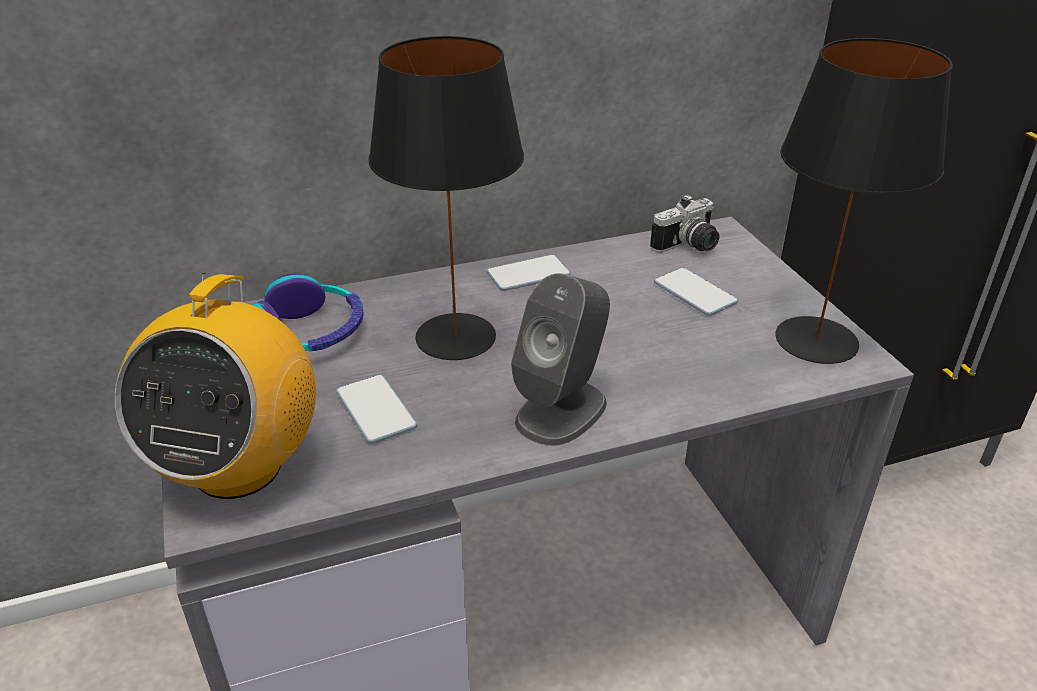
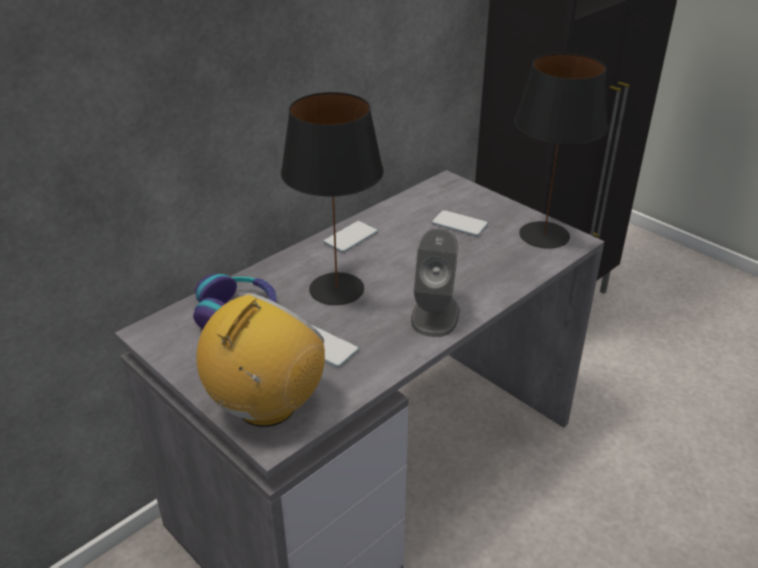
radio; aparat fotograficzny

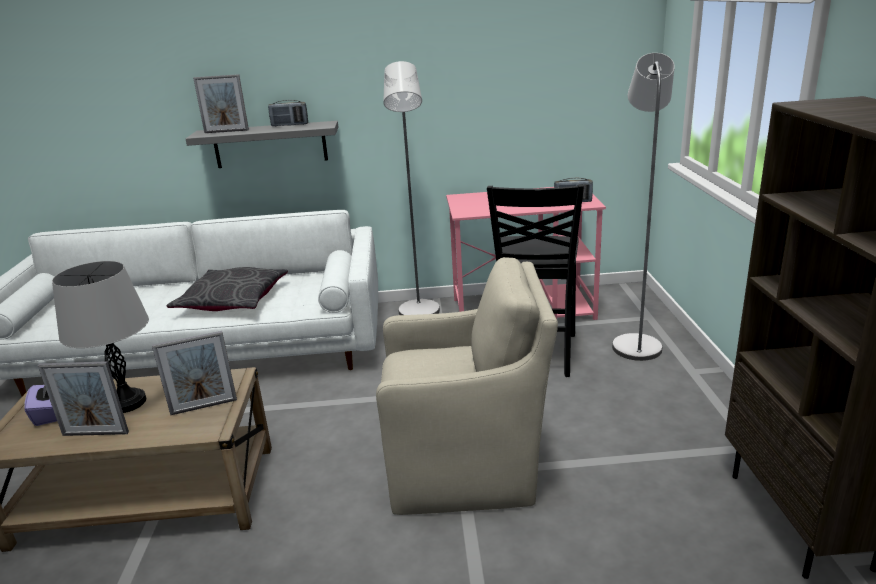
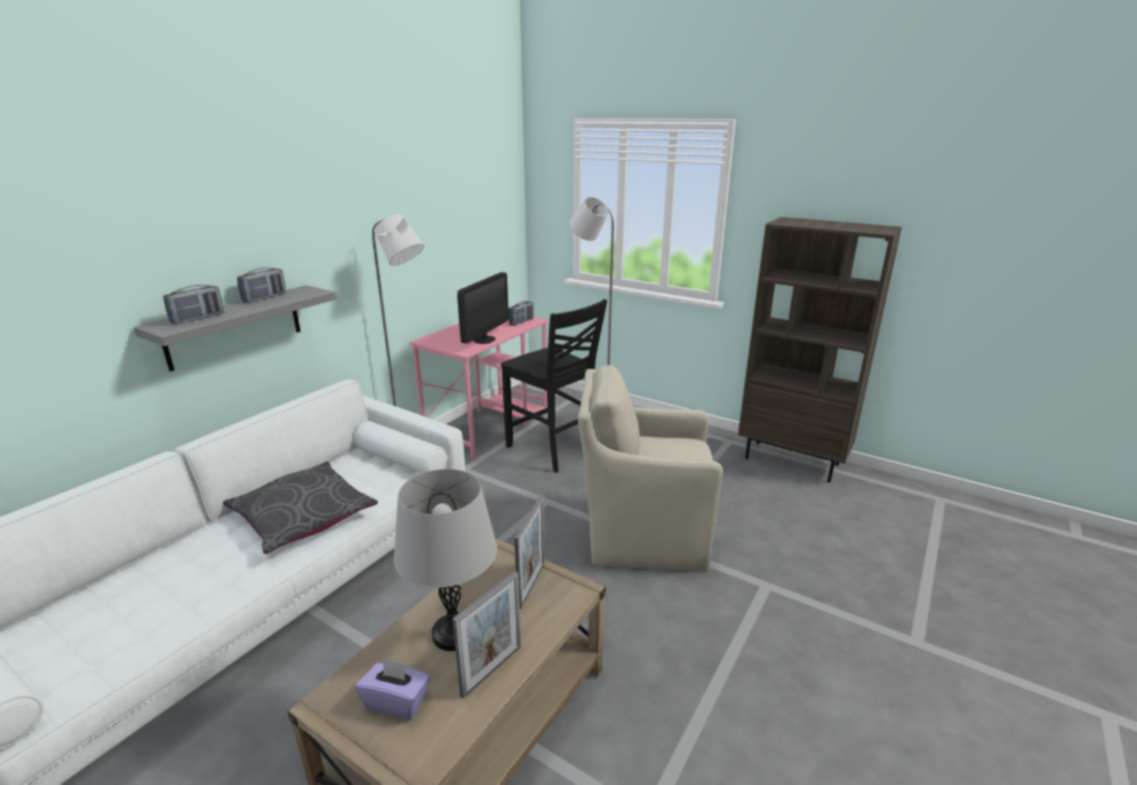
radio (no. 1 from left); fotel/beżowy; monitor

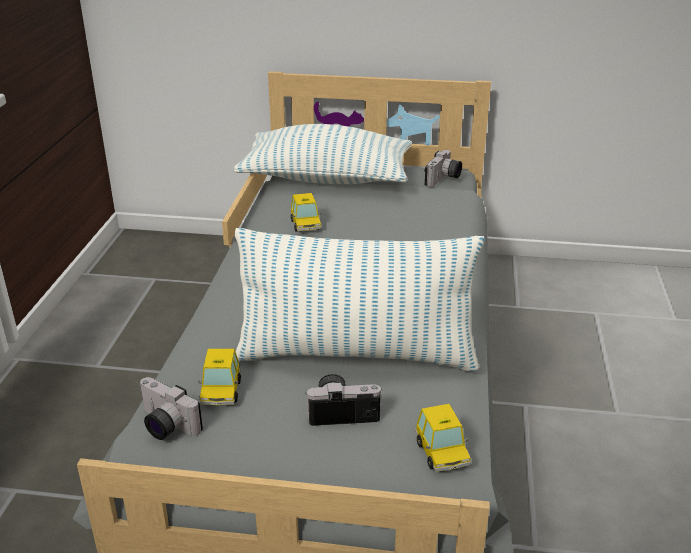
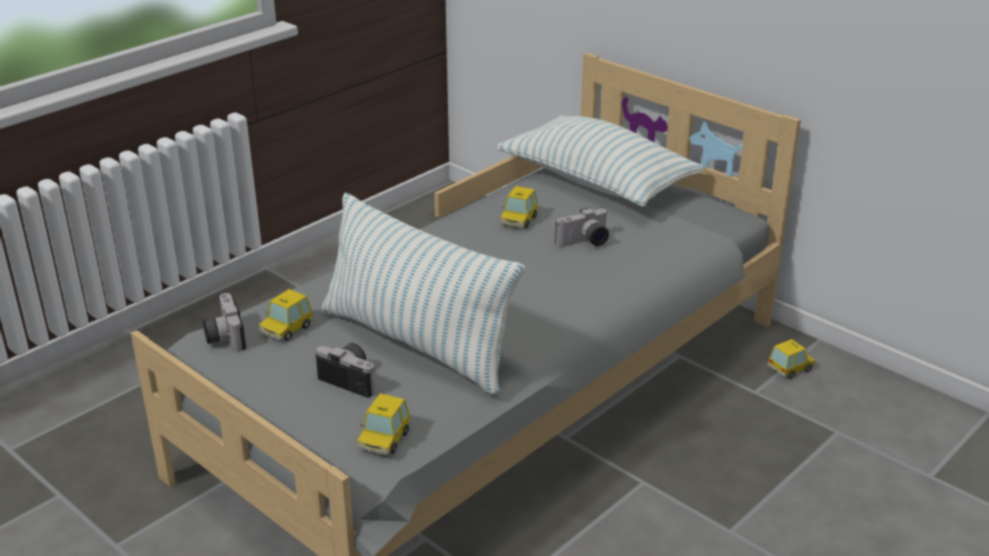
aparat fotograficzny (no. 3 from left); samochodzik (no. 4 from left)

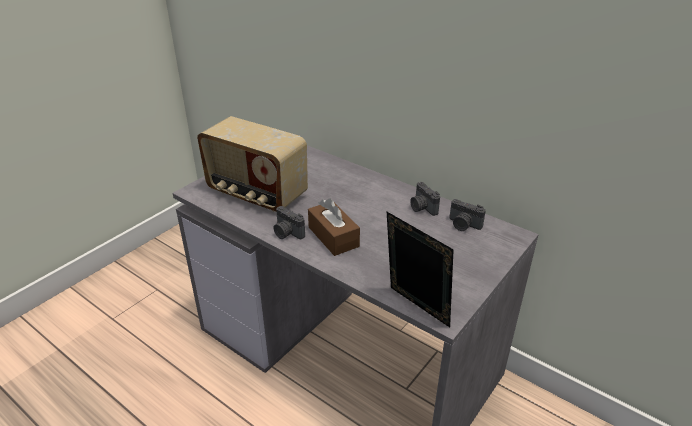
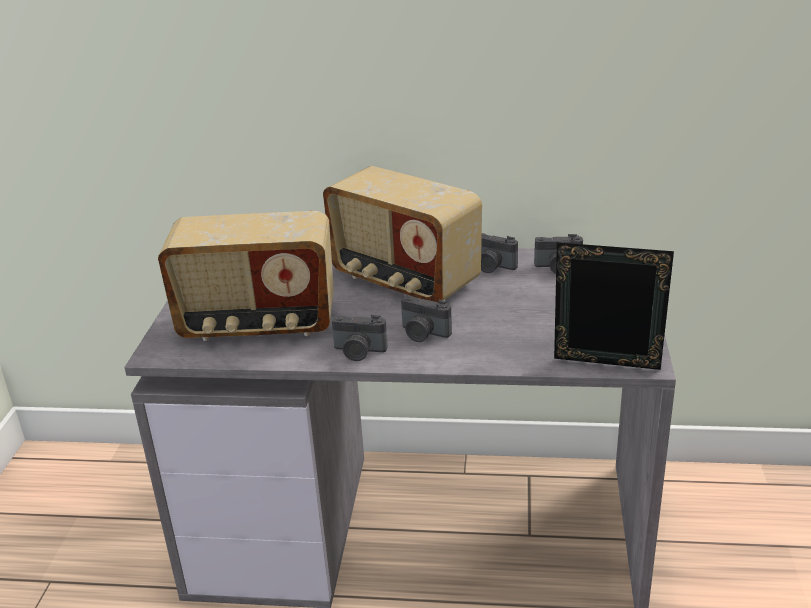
aparat fotograficzny (no. 2 from left); radio (no. 2 from left)

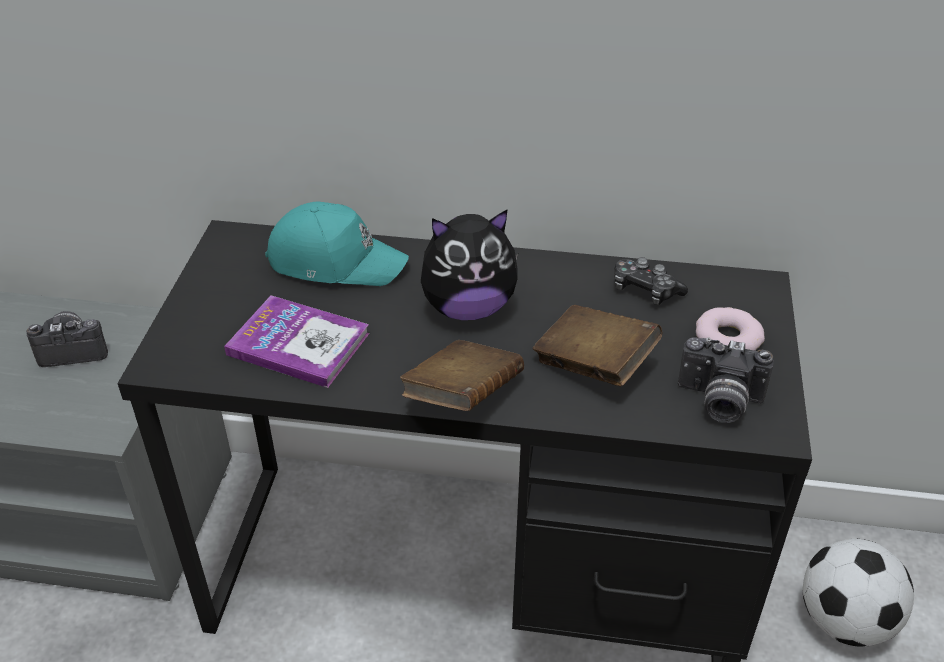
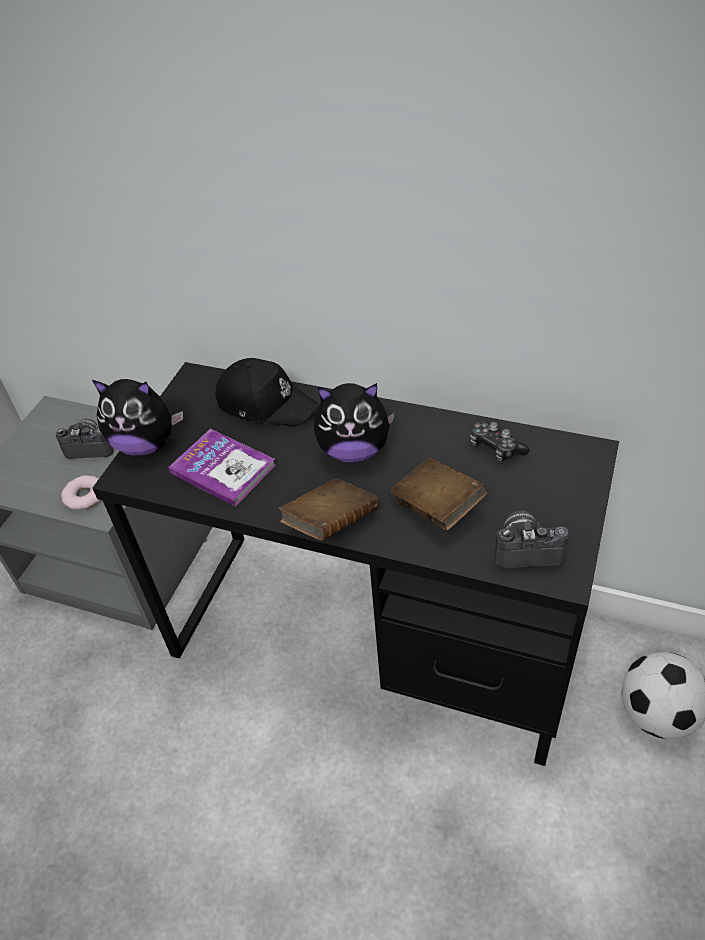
czapka z daszkiem/czarny; aparat fotograficzny (no. 2 from left); donut; pluszak (no. 1 from left)

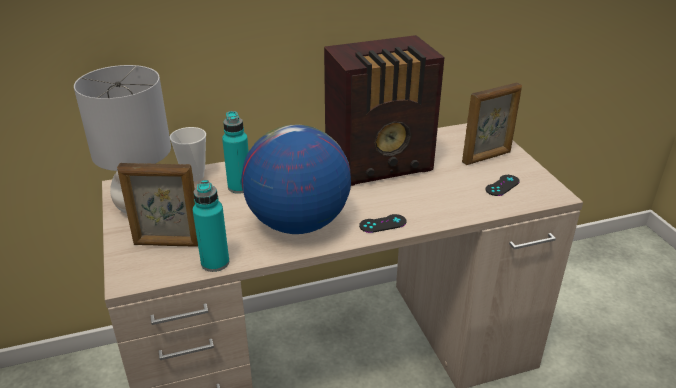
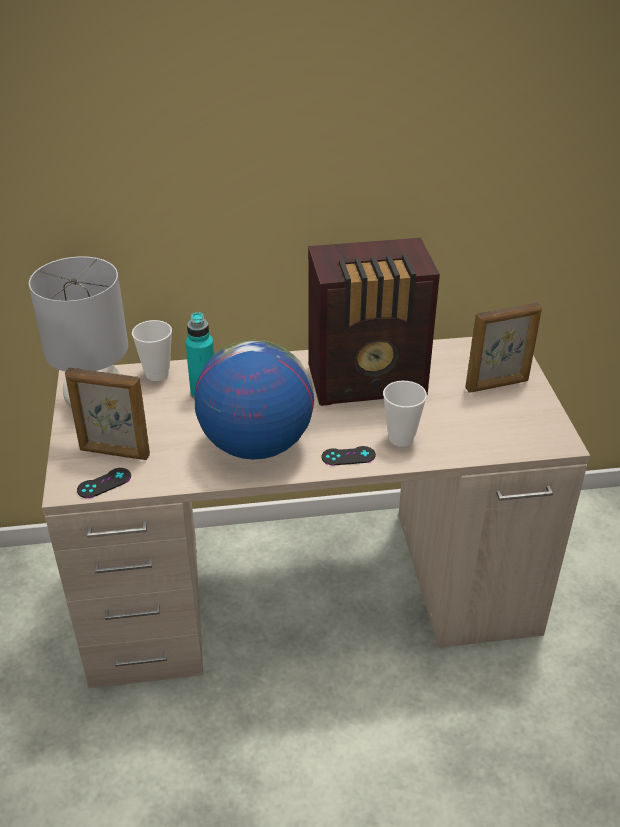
butelka/turkusowy (no. 1 from left in the first image); pad do gier/czarny (no. 1 from left); filiżanka (no. 2 from left)

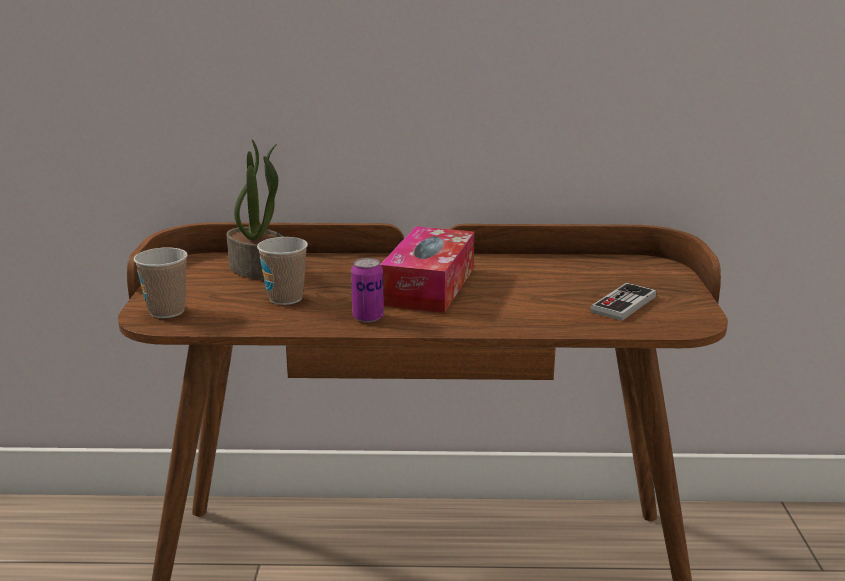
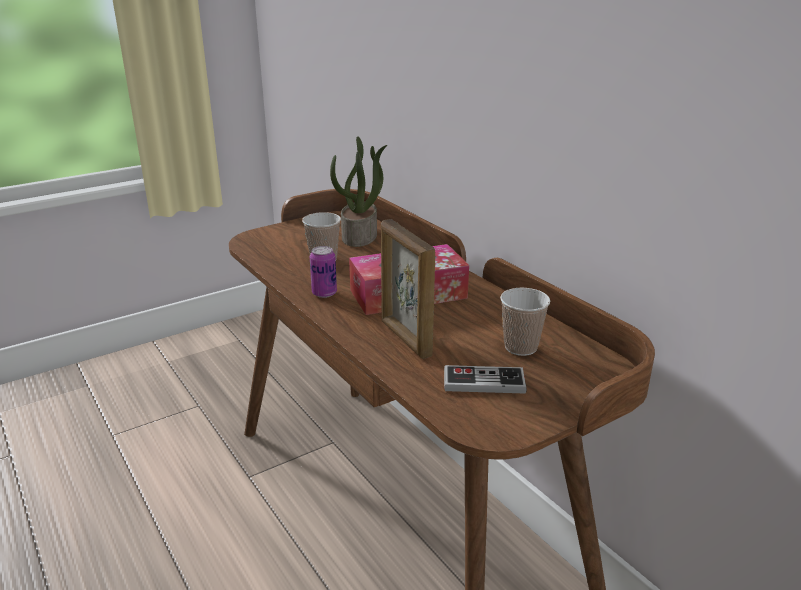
filiżanka (no. 2 from left); ramka na zdjęcie

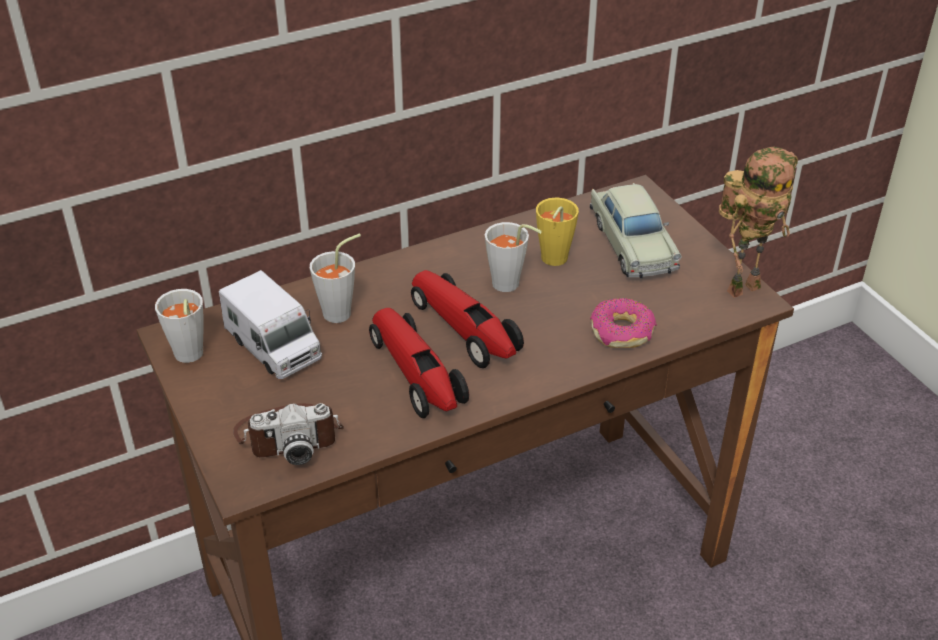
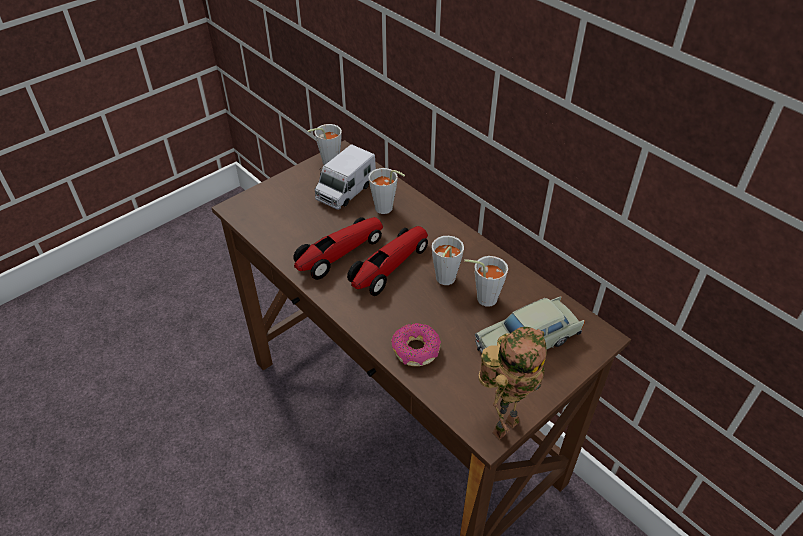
aparat fotograficzny; filiżanka/szary (no. 4 from left); robot zabawkowy

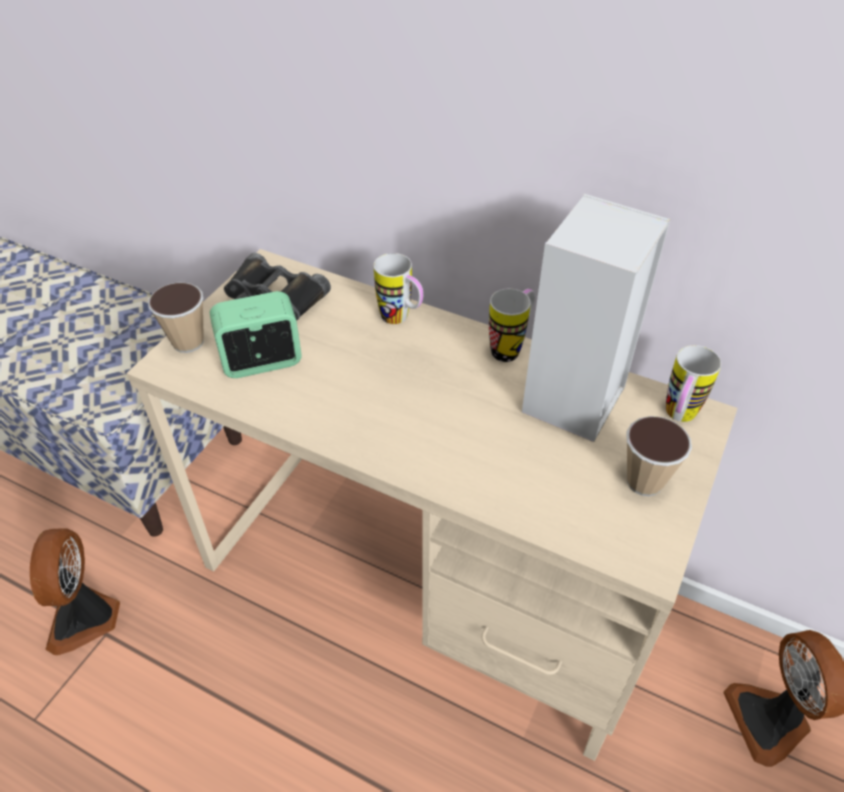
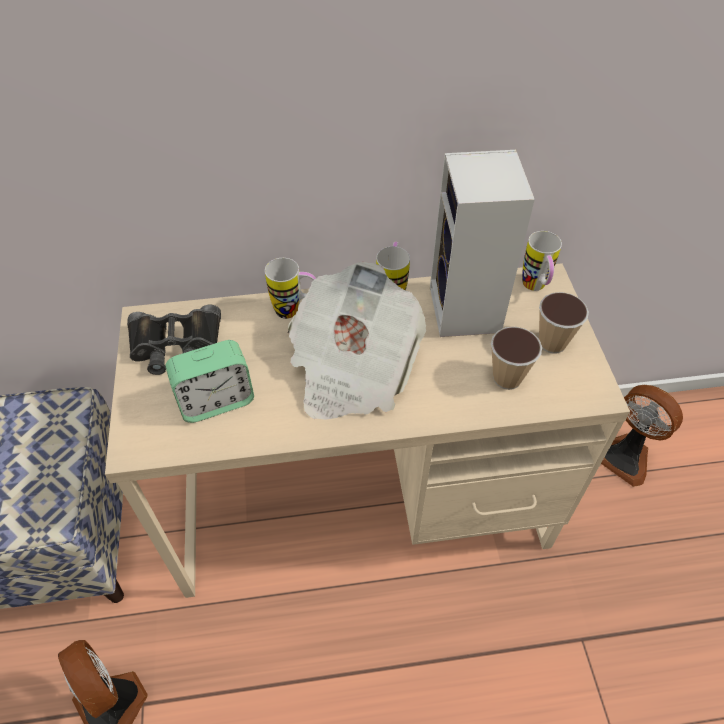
filiżanka (no. 1 from left); budzik; gazeta

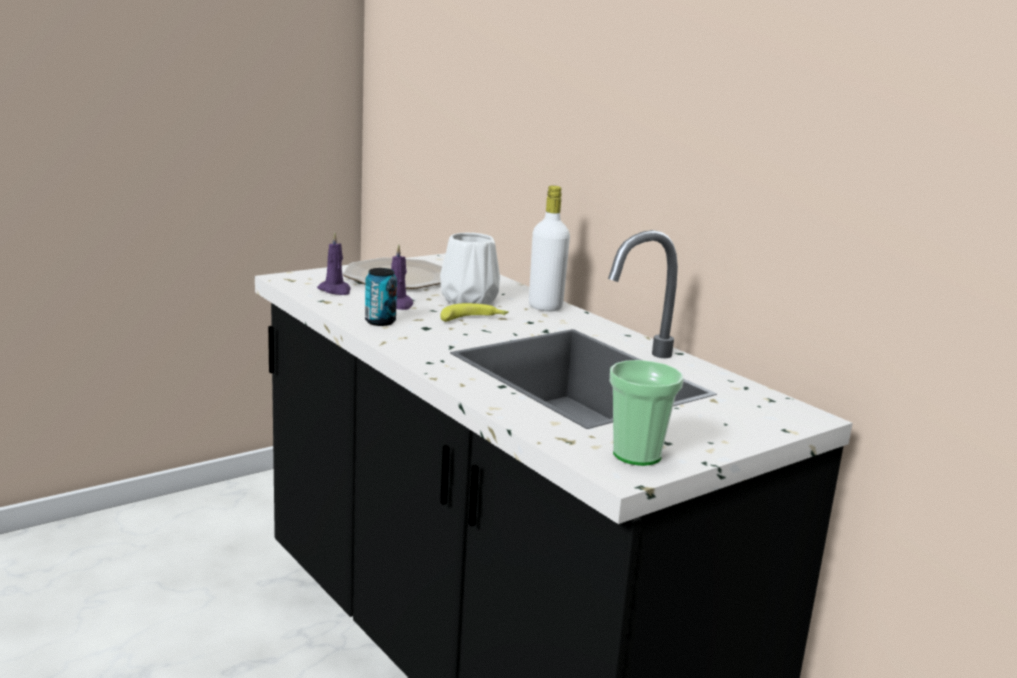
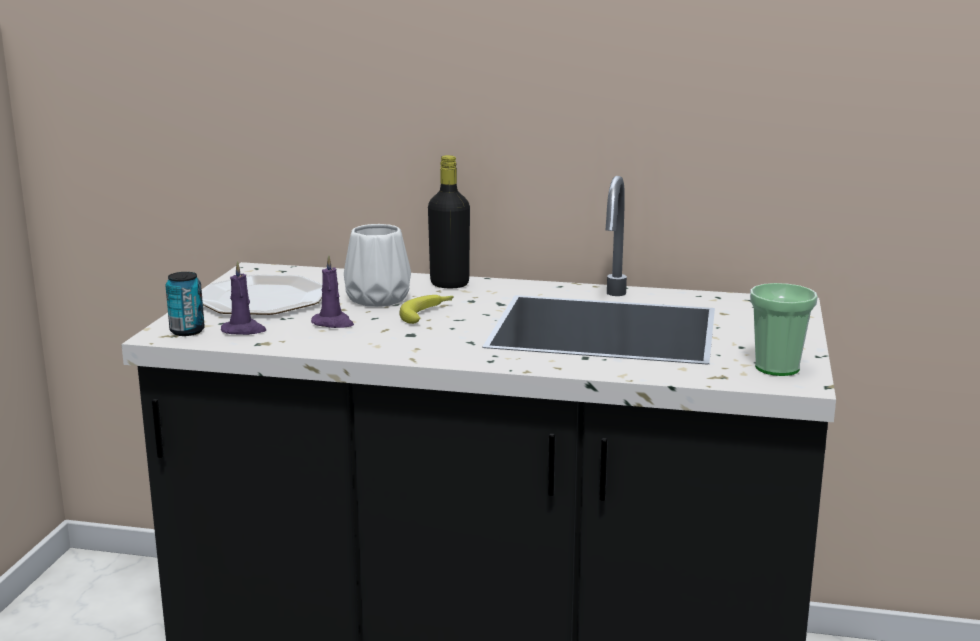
puszka; butelka/czarny

